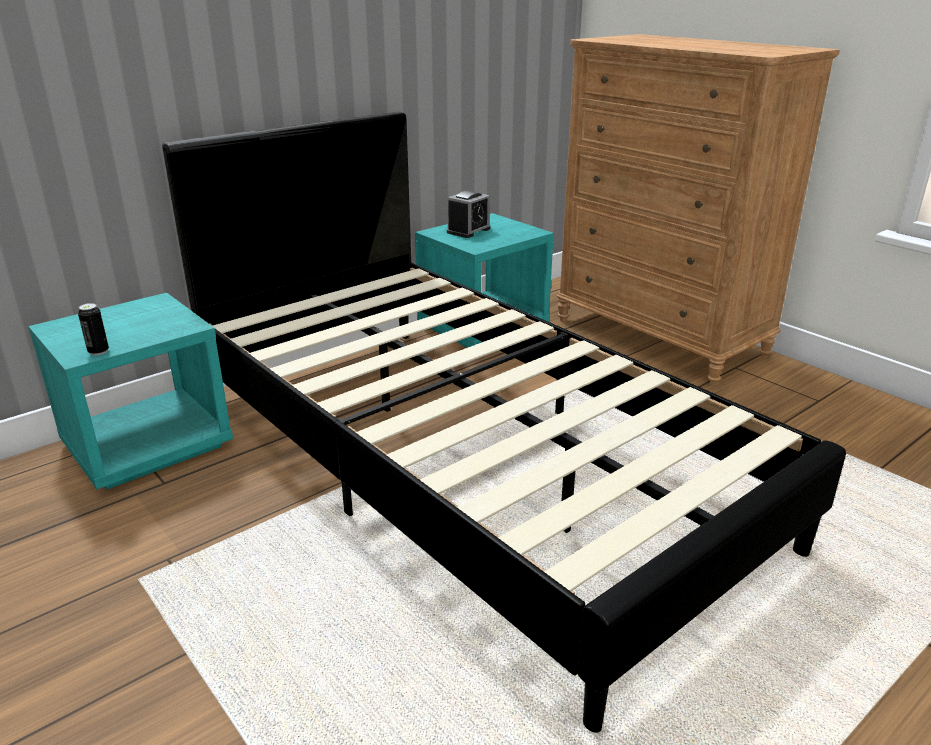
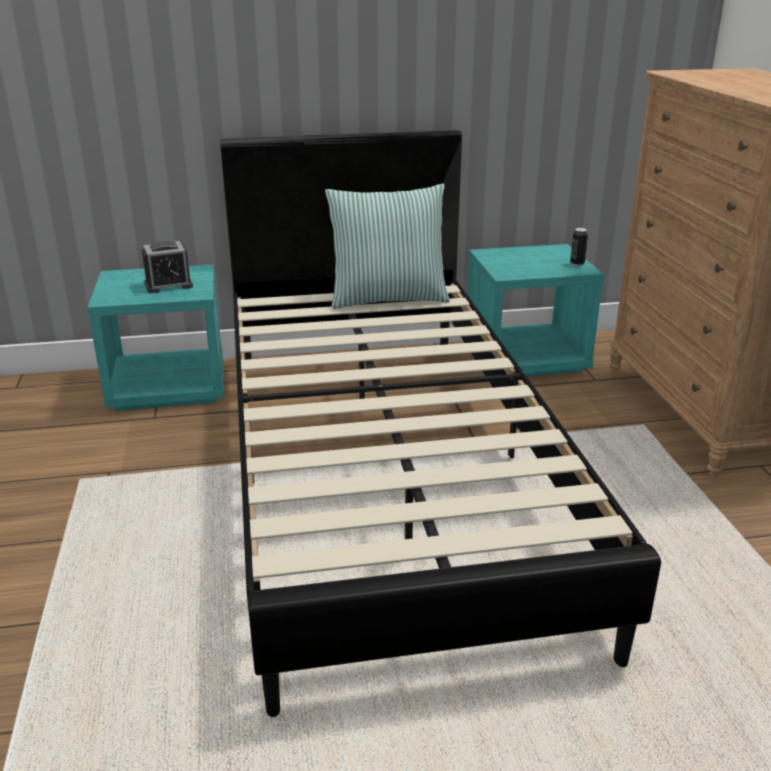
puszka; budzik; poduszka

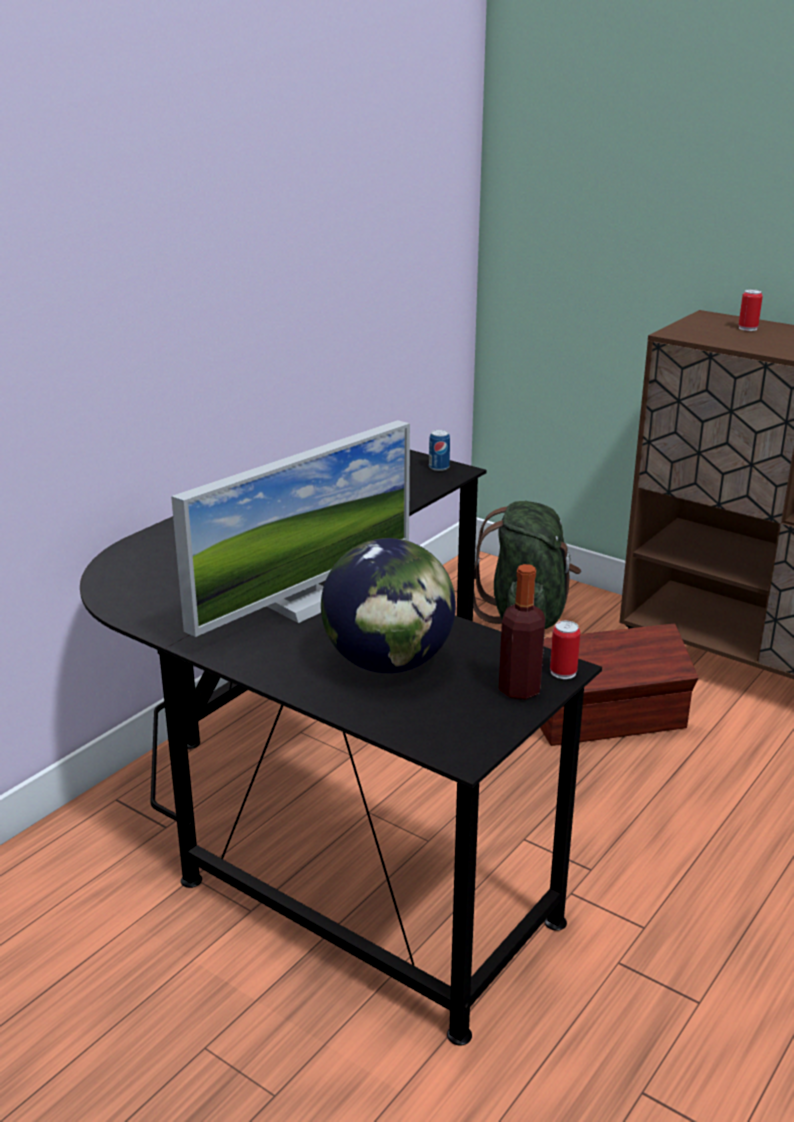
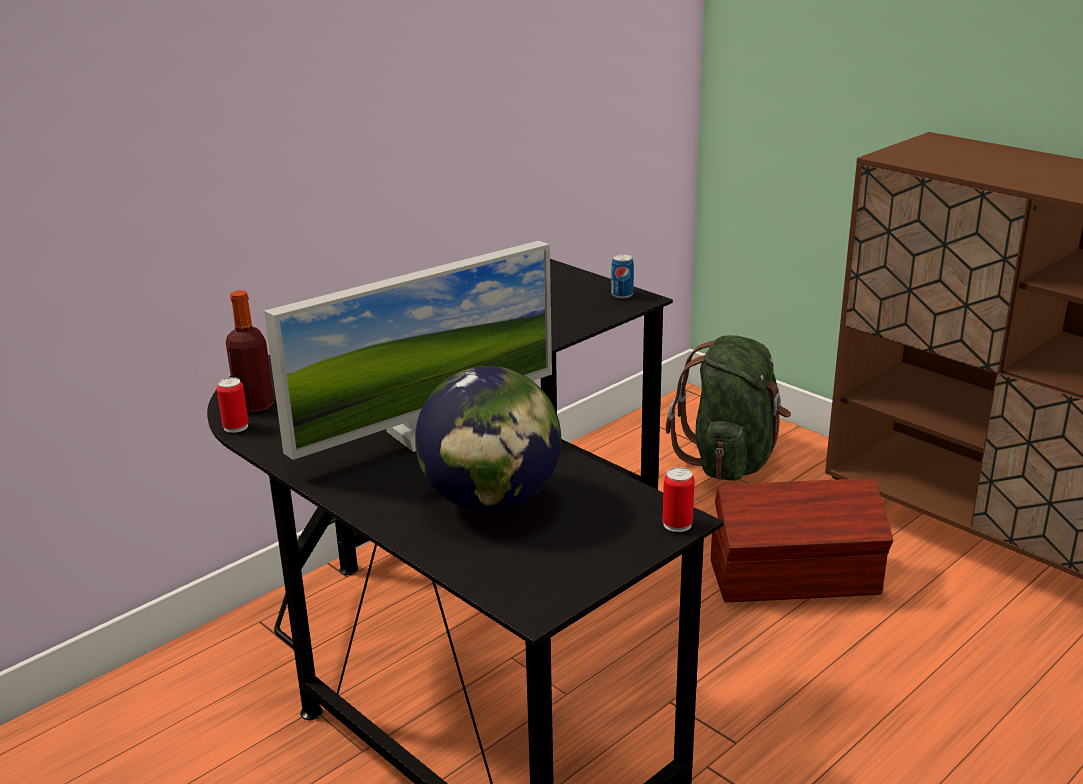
butelka; puszka (no. 1 from left)

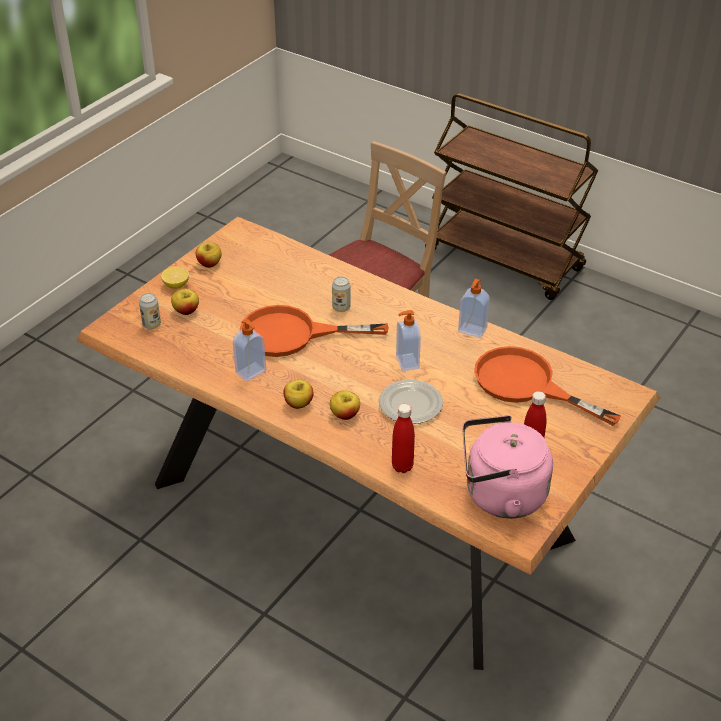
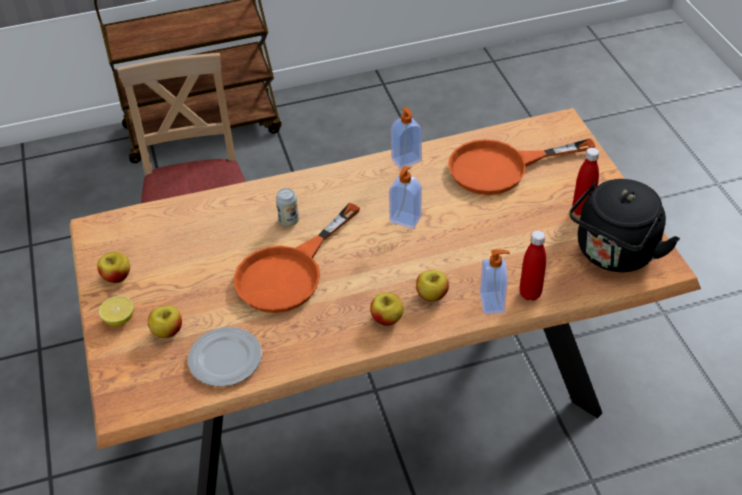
puszka (no. 1 from left in the first image); dozownik mydła (no. 3 from left); talerz; czajnik/czarny

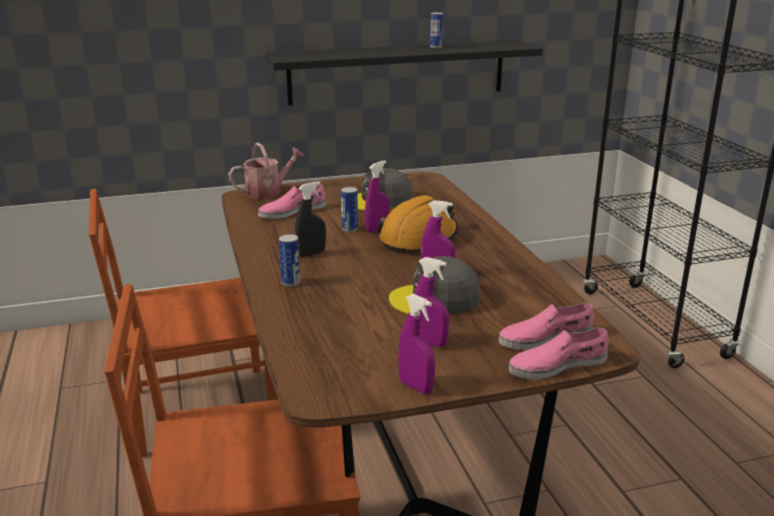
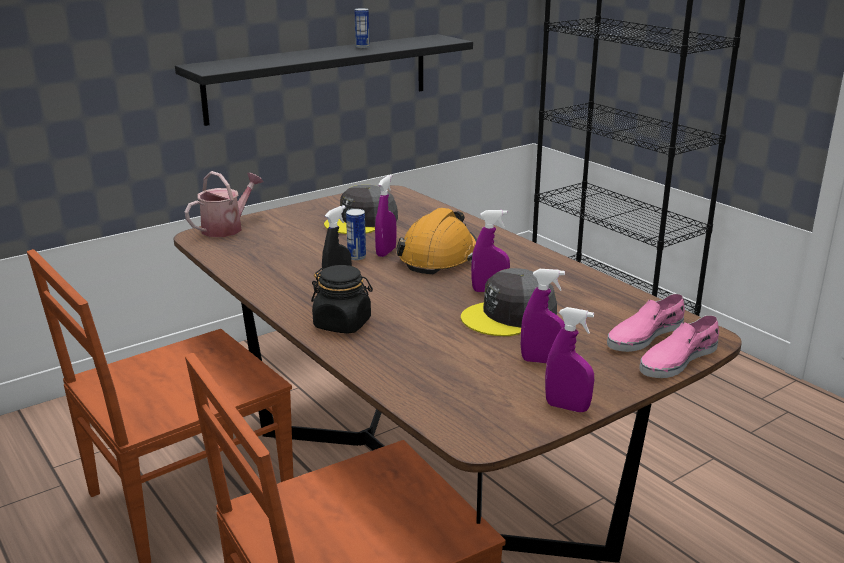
but/różowy (no. 1 from left in the first image); słoik/czarny

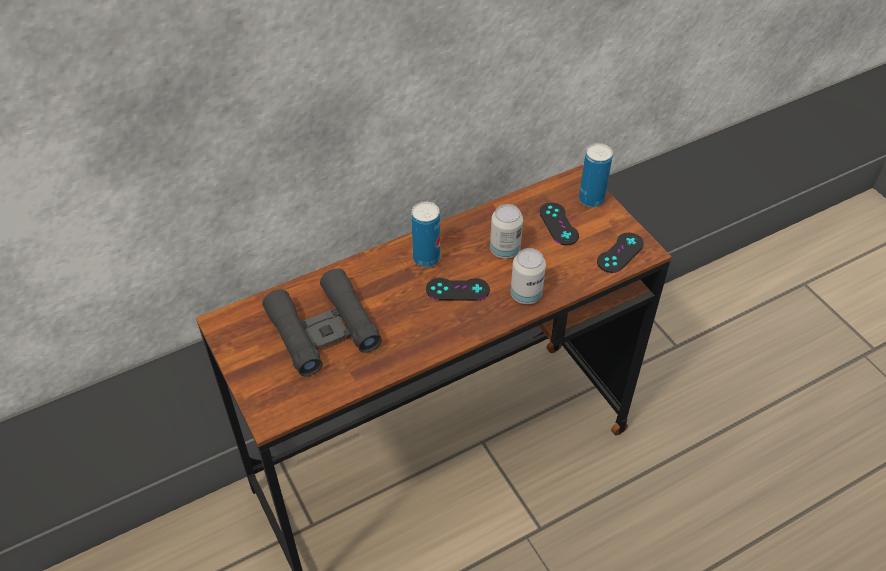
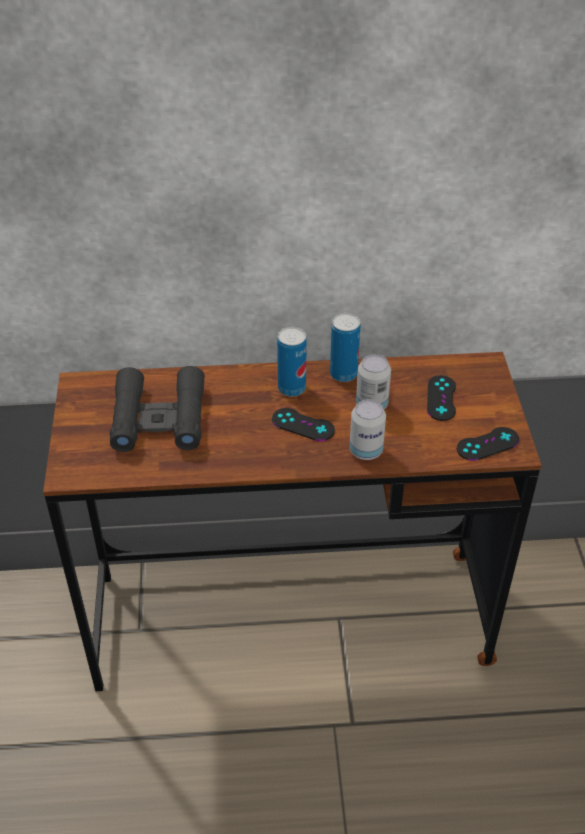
puszka (no. 2 from left)

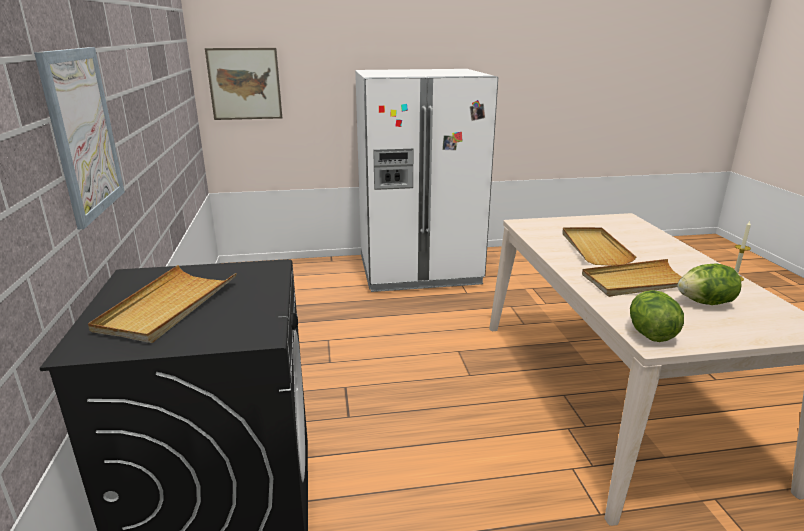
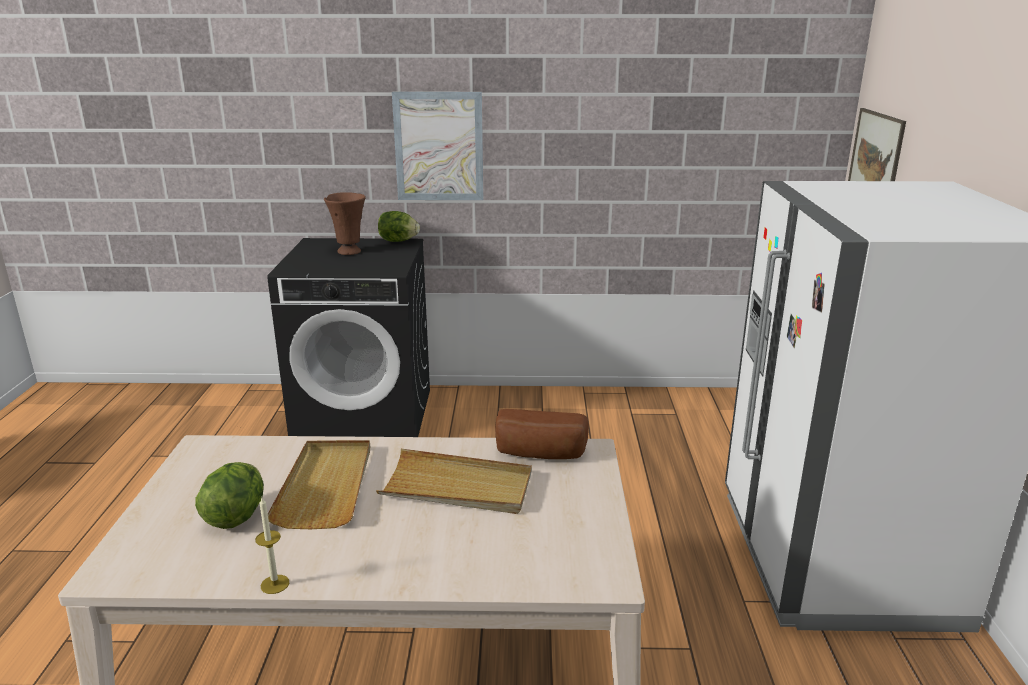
wazon/brązowy; sałata (no. 2 from left); chleb

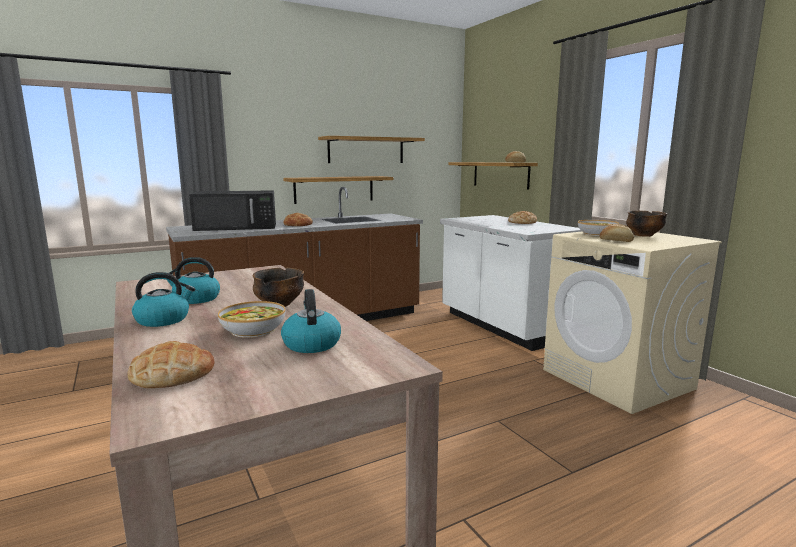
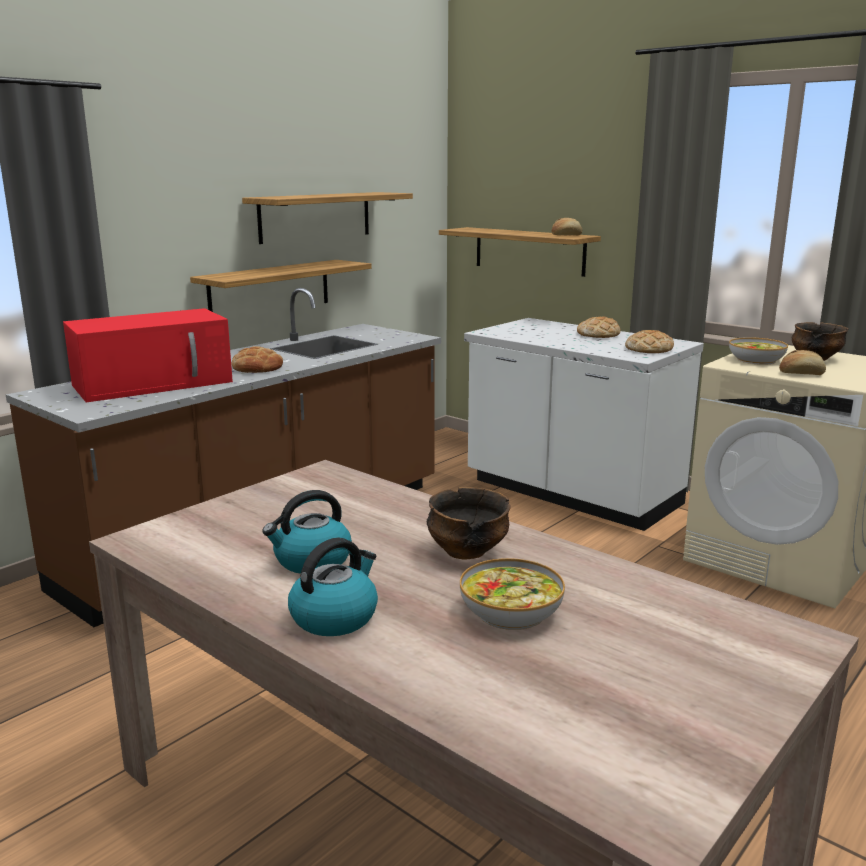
chleb (no. 4 from left); mikrofalówka/czerwony; czajnik (no. 3 from left in the first image)

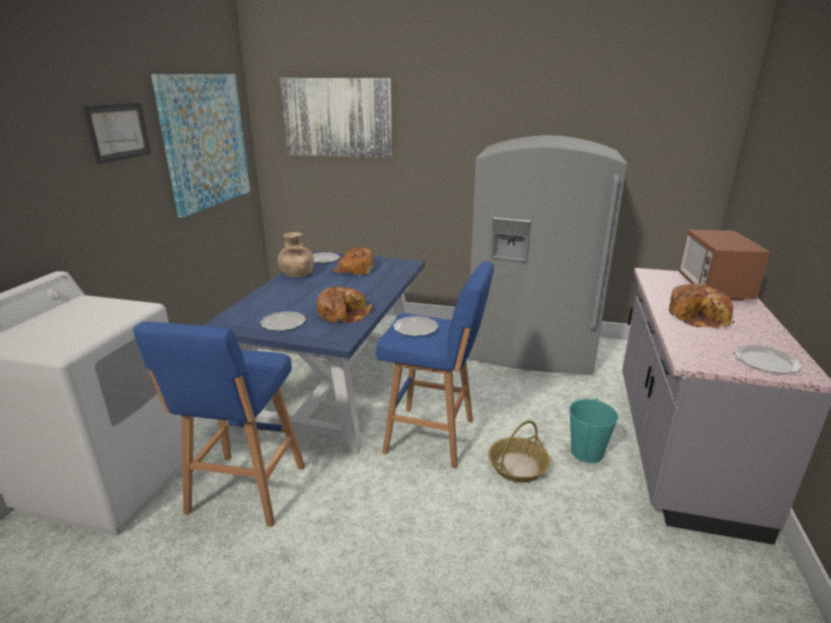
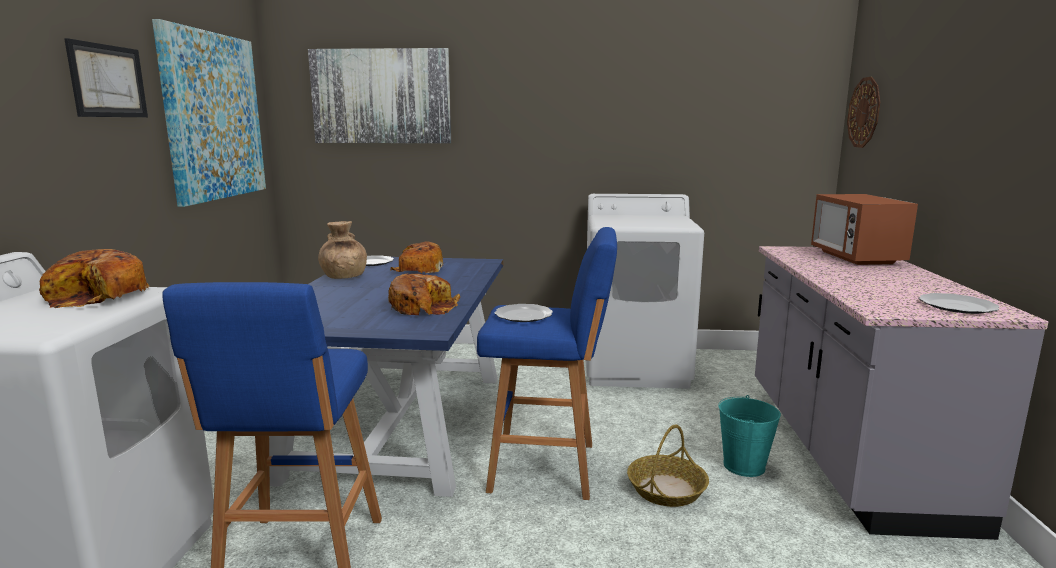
talerz (no. 1 from left in the first image); pralka/biały (no. 2 from left); chleb (no. 1 from left); zegar ścienny

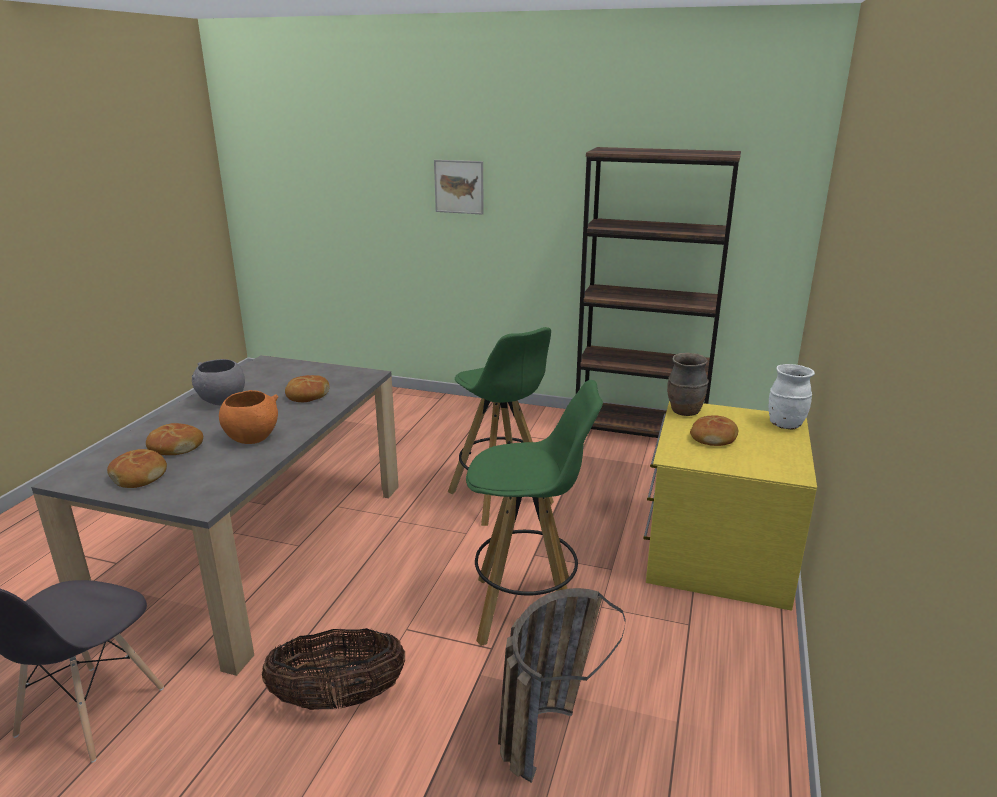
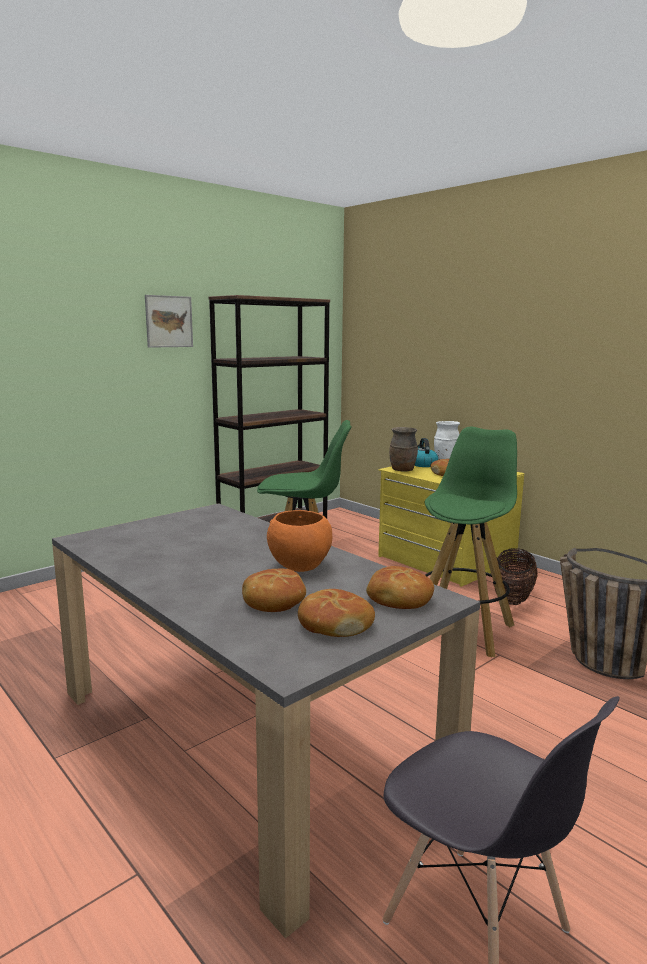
miska/szary; koszyk (no. 1 from left); chleb (no. 3 from left); obraz; czajnik

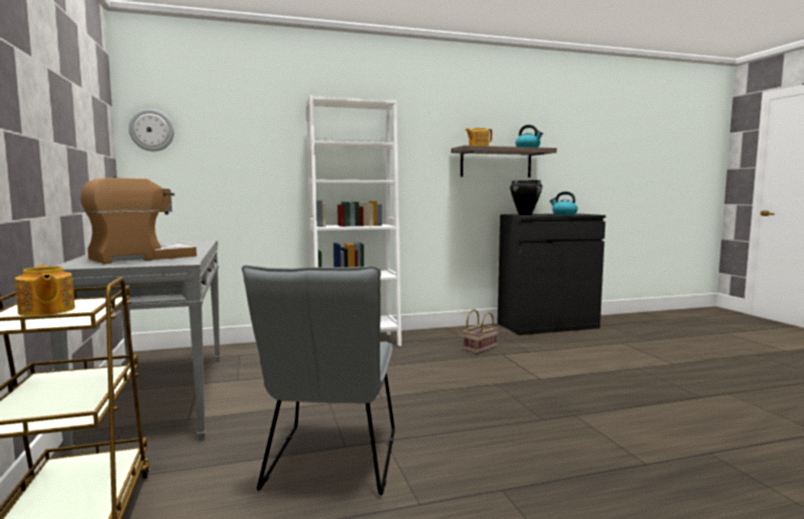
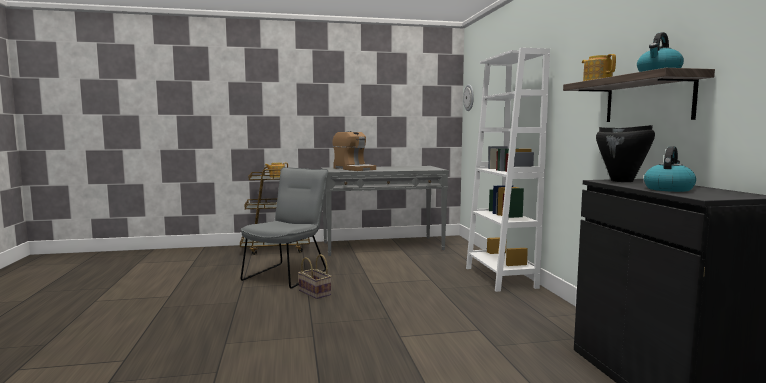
krzesło/szary; koszyk

